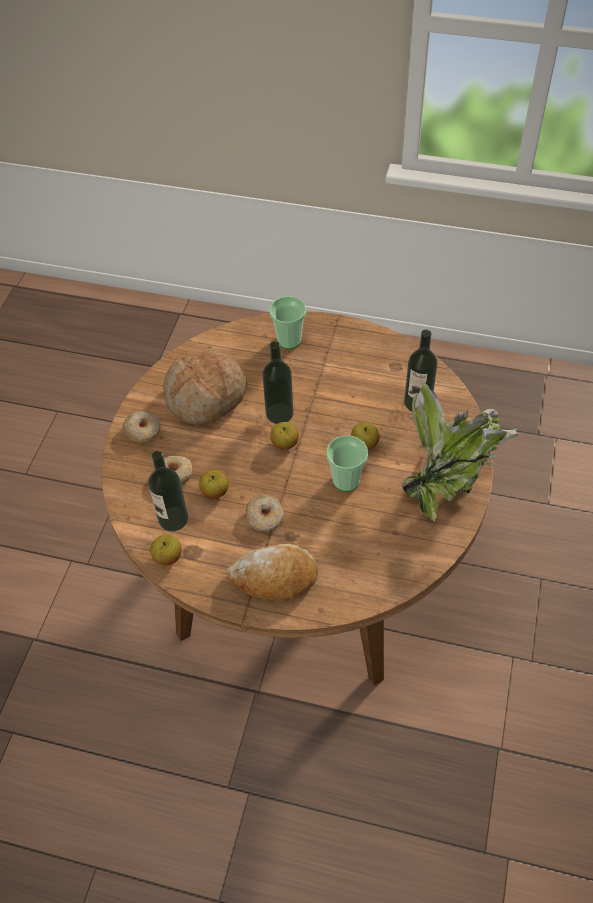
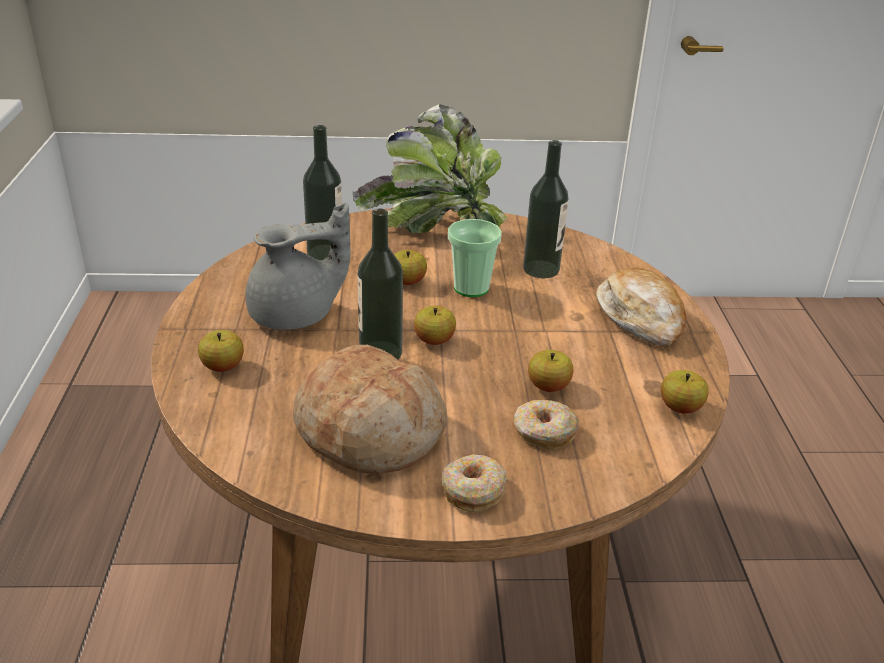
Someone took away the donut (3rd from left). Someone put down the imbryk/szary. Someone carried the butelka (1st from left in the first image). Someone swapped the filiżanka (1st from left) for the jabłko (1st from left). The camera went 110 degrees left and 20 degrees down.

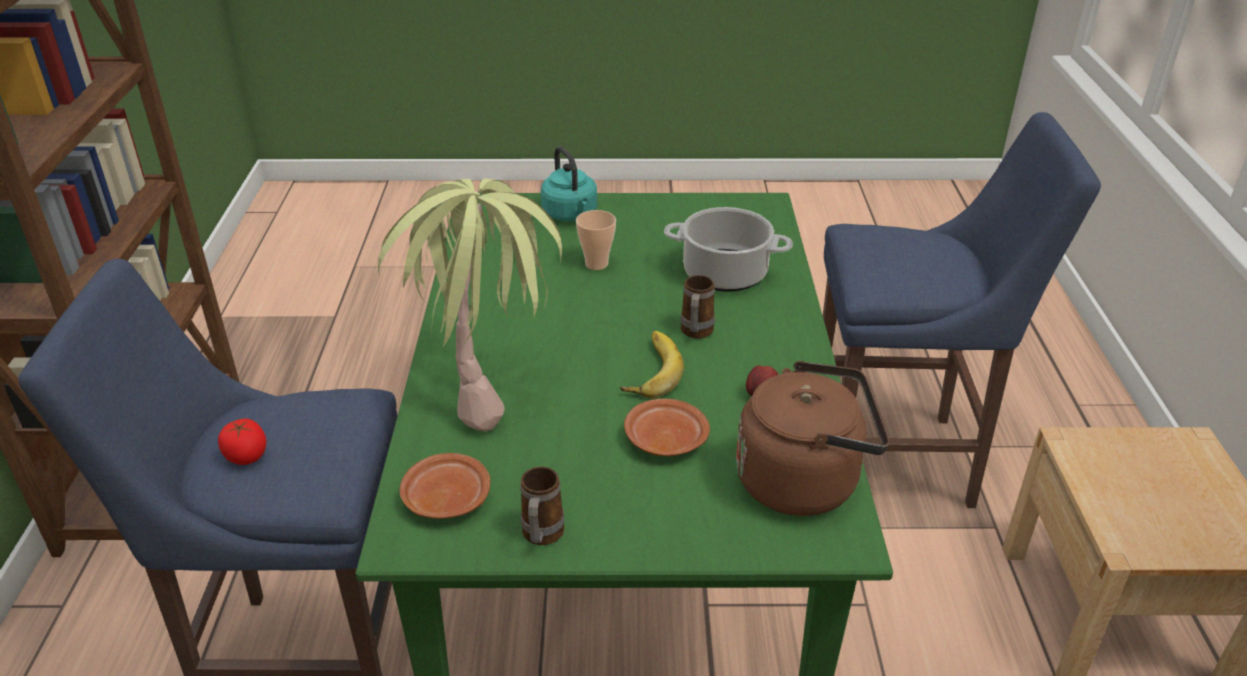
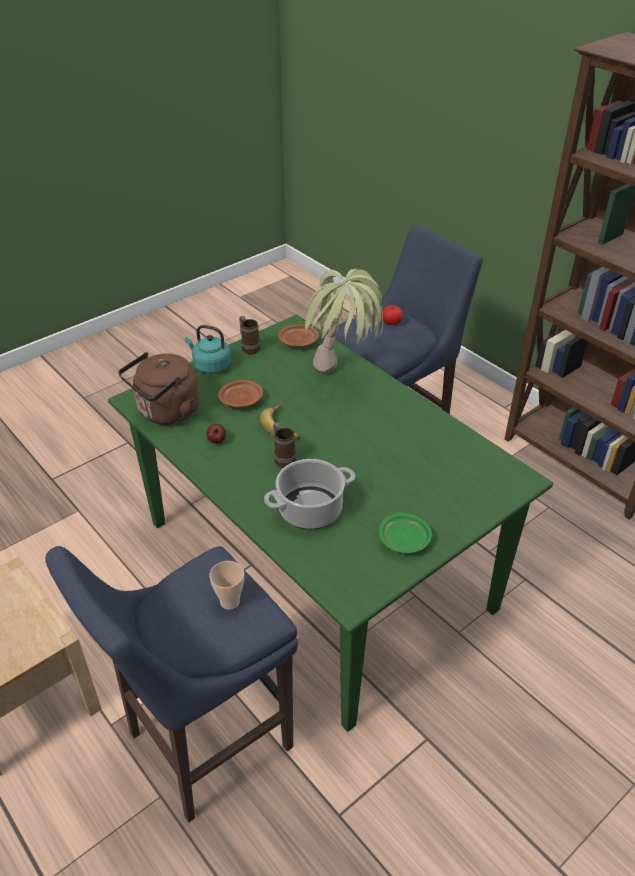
Someone put down the talerz/zielony. Someone carried the czajnik/turkusowy. Someone carried the filiżanka. The camera went 140 degrees right and 5 degrees up.

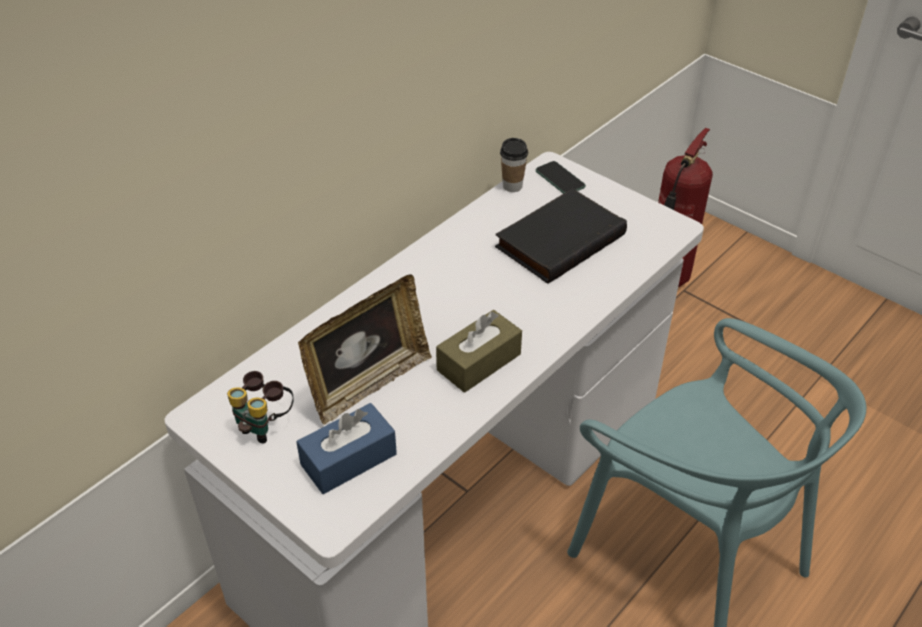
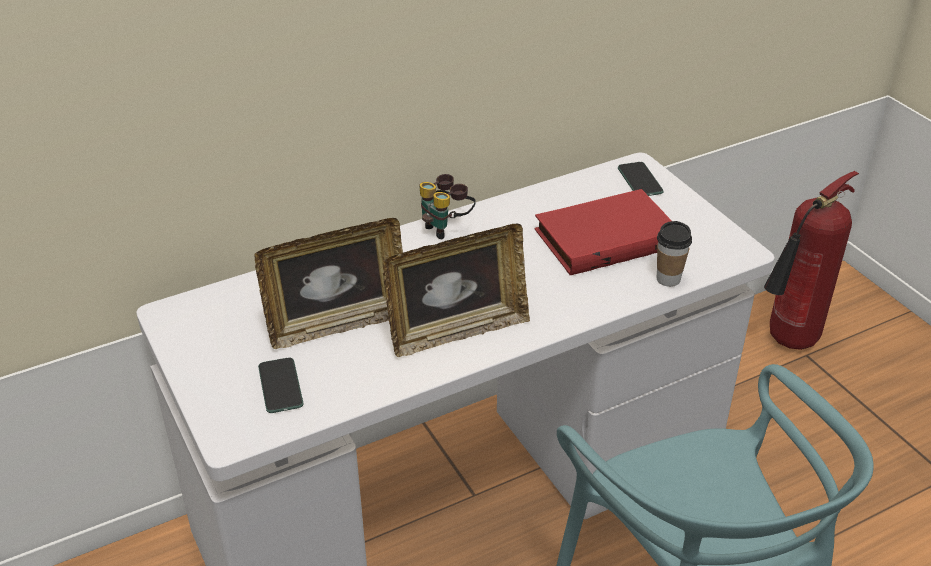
Someone carried the lornetka. Someone carried the filiżanka. Someone swapped the pudełko chusteczek/niebieski for the telefon (1st from left). Someone swapped the pudełko chusteczek/brązowy for the ramka na zdjęcie (2nd from left). Someone repainted the książka/czarny, which became the książka/czerwony. The camera went 20 degrees right and 5 degrees down.

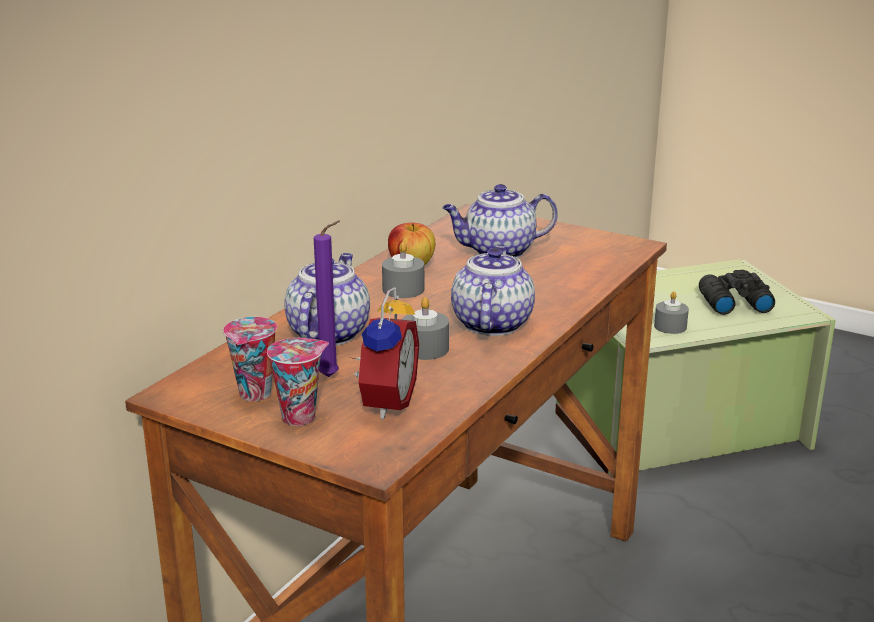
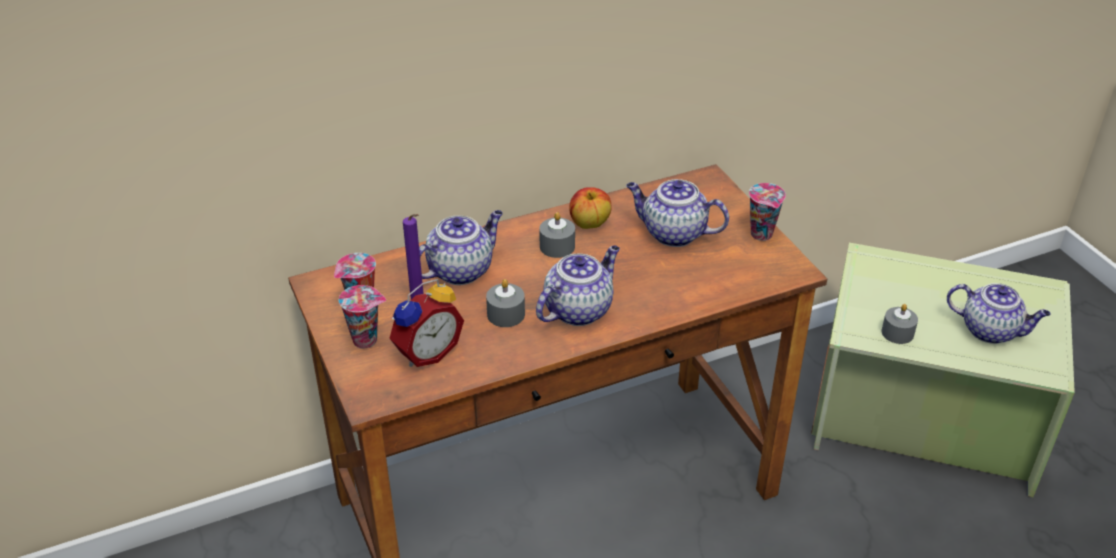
Someone put down the filiżanka (3rd from left). Someone swapped the lornetka/czarny for the imbryk (4th from left). The camera went 35 degrees right and 15 degrees up.

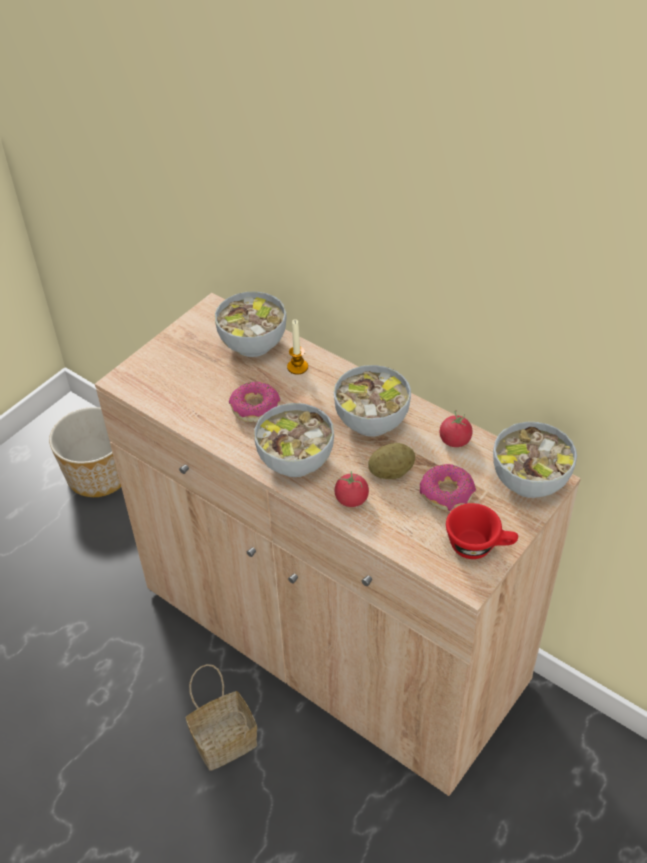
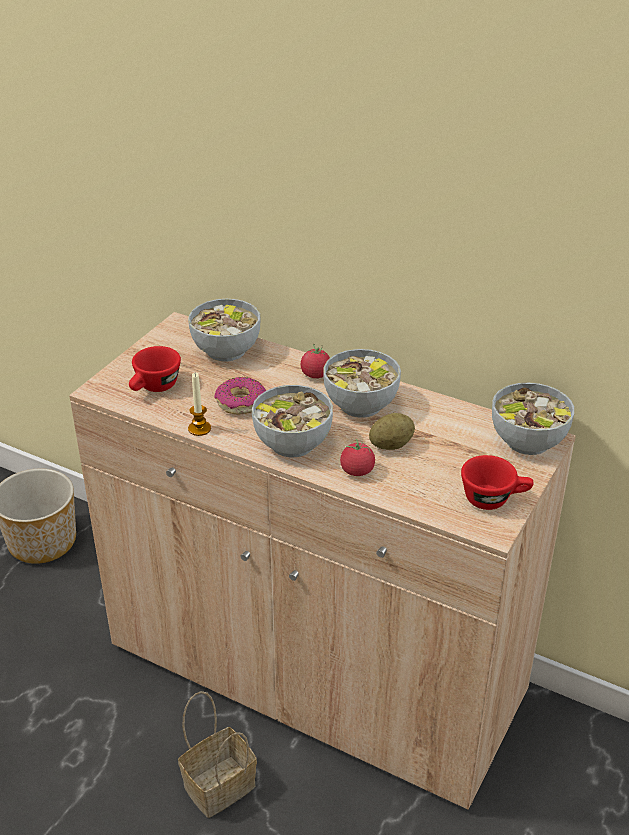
Someone took away the donut (2nd from left). Someone put down the filiżanka/czerwony (1st from left). Someone carried the świeca. Someone carried the pomidor (2nd from left in the first image). The camera went 10 degrees left and 10 degrees down.

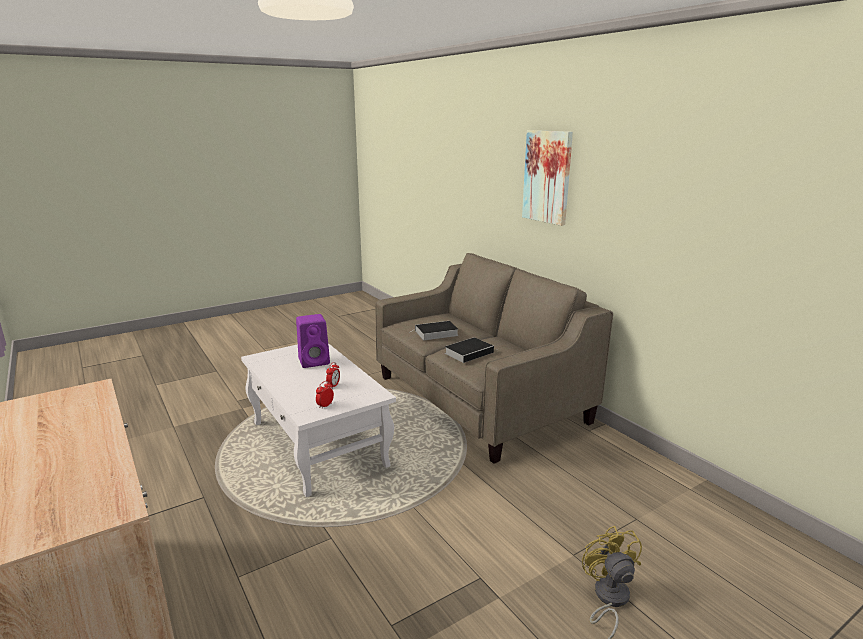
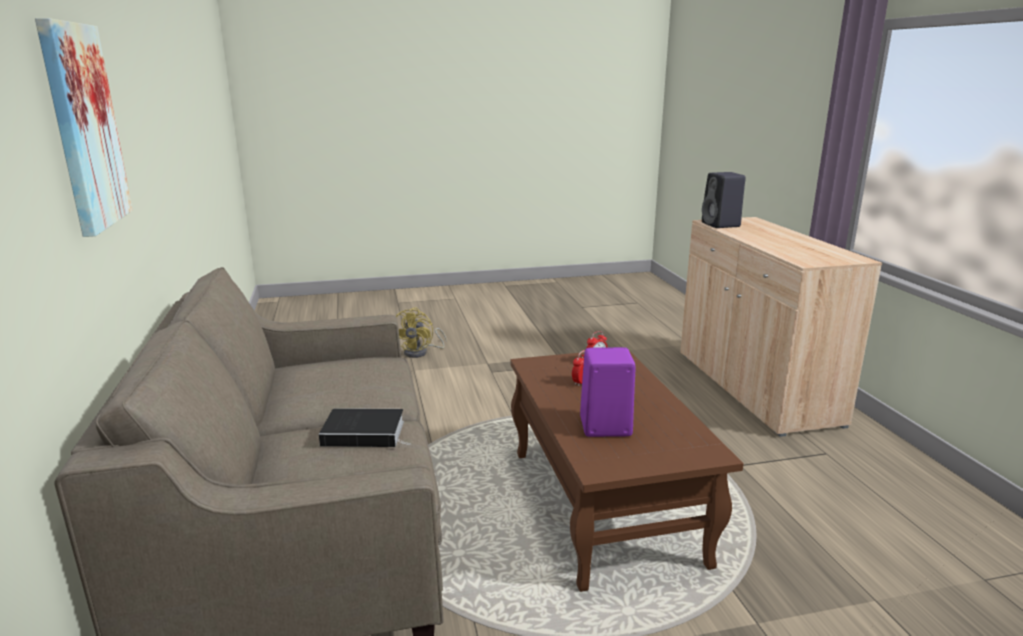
Someone took away the książka (2nd from left). Someone put down the głośnik/czarny. Someone repainted the ława/biały, which became the ława/brązowy. The camera went 160 degrees left and 0 degrees up.

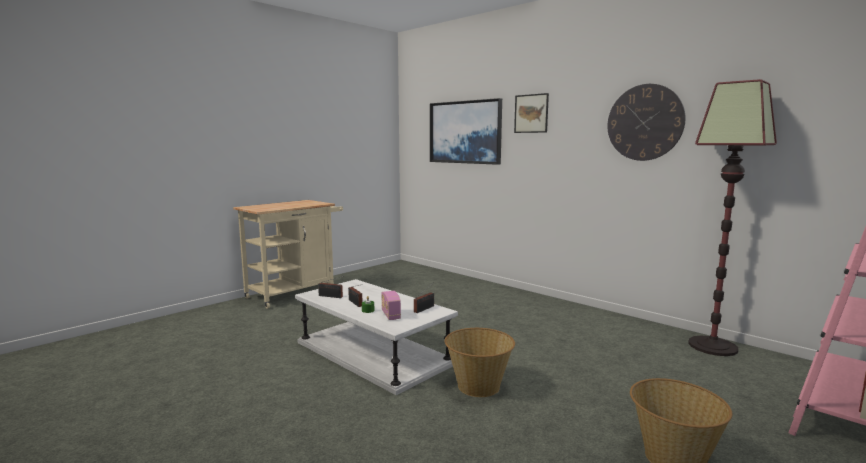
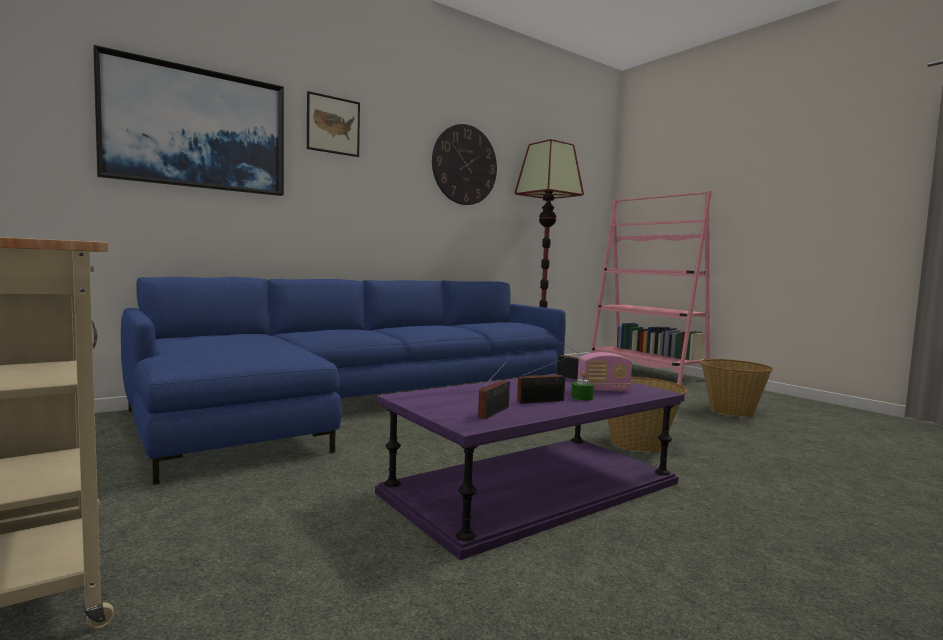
Someone put down the kanapa/niebieski. Someone repainted the ława/biały, which became the ława/fioletowy. The camera went 80 degrees left and 5 degrees down.

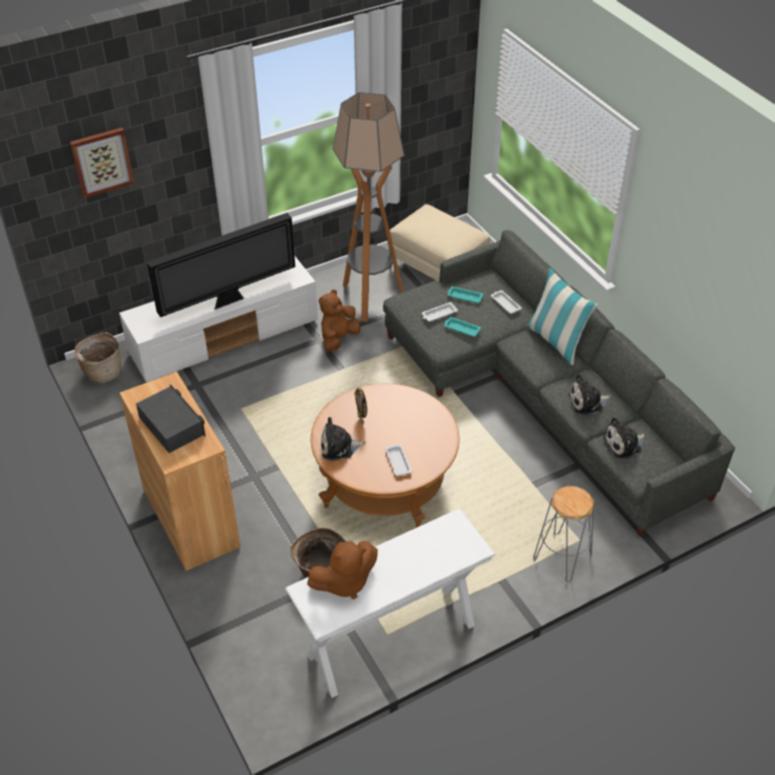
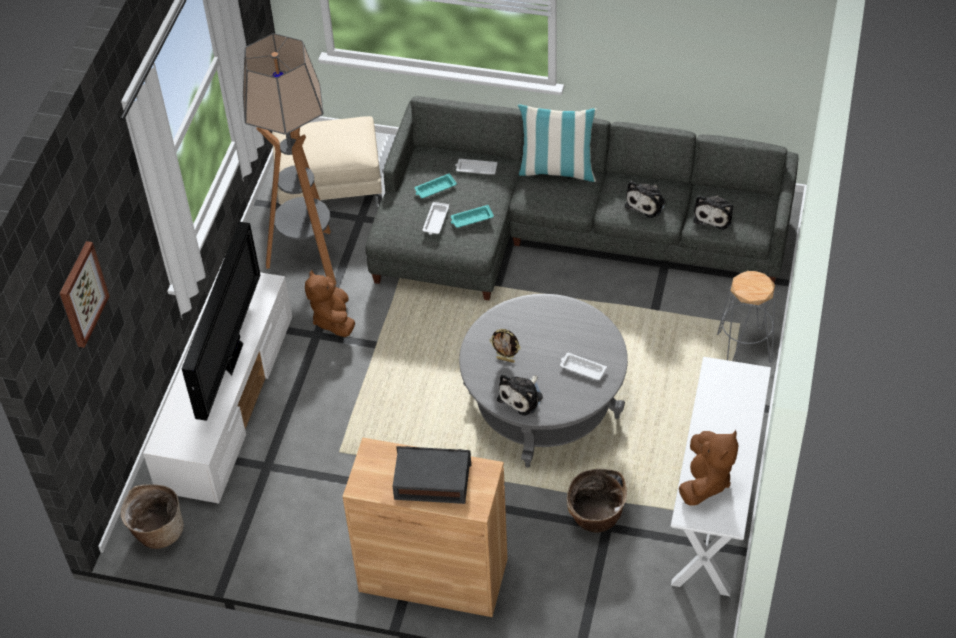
Someone repainted the ława/brązowy, which became the ława/szary. The camera went 45 degrees left and 5 degrees up.

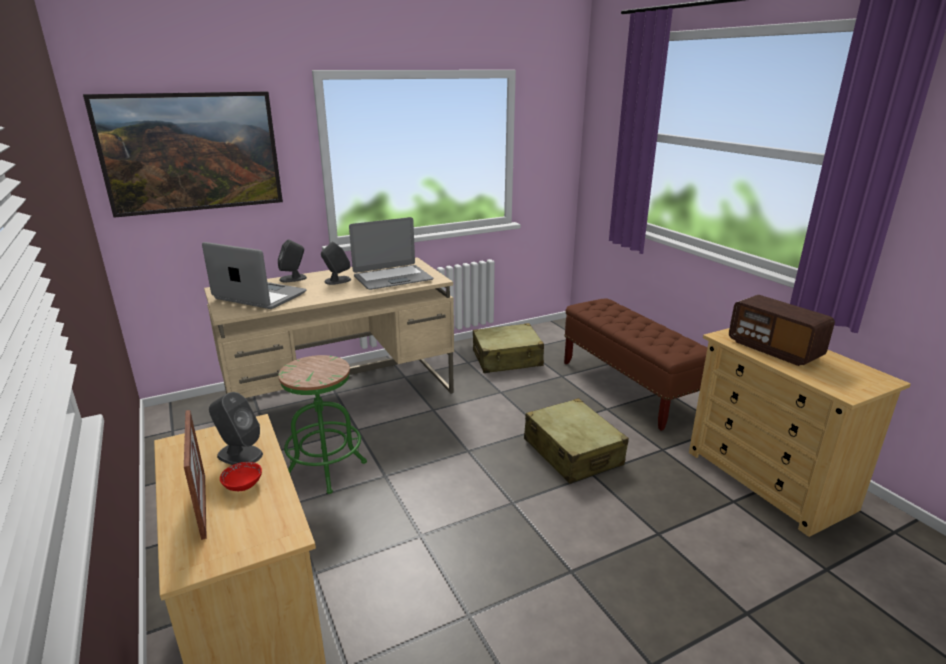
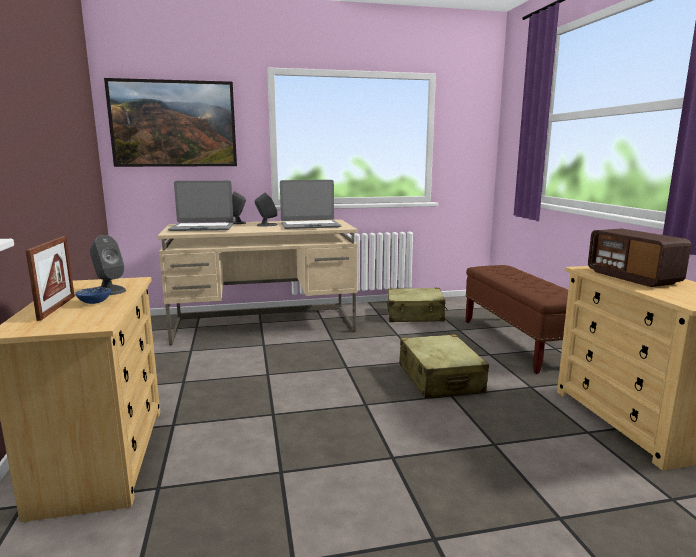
Someone took away the stołek/zielony. Someone repainted the miska/czerwony, which became the miska/niebieski. Someone rotated the laptop (1st from left) by 135 degrees clockwise. The camera went 15 degrees right and 10 degrees down.

